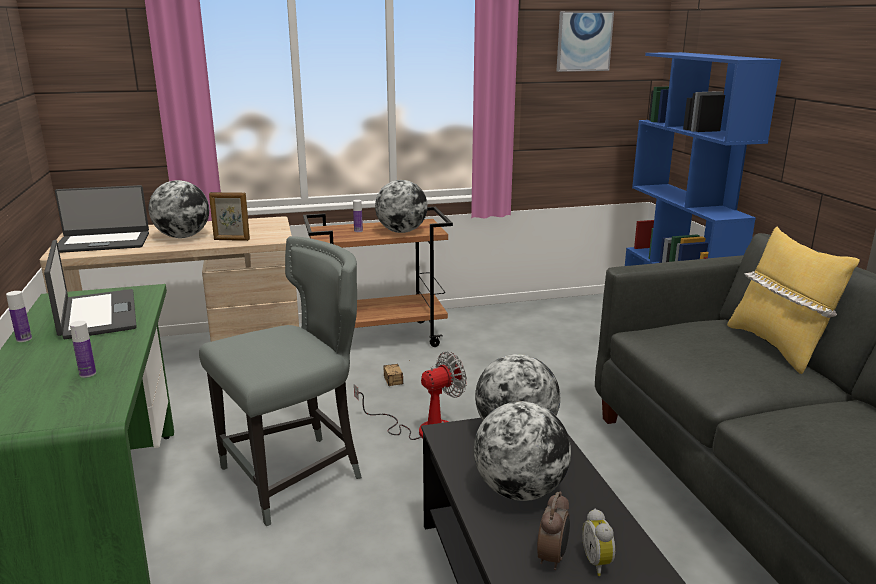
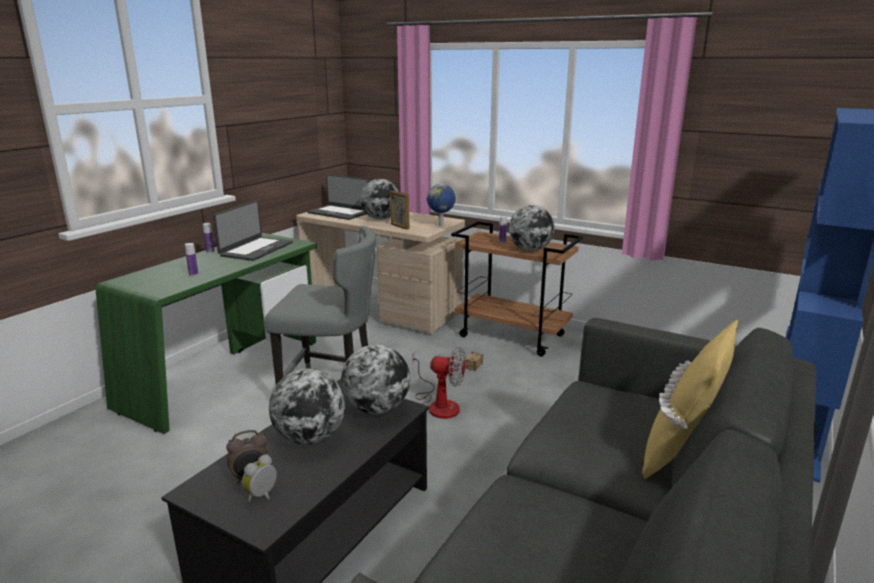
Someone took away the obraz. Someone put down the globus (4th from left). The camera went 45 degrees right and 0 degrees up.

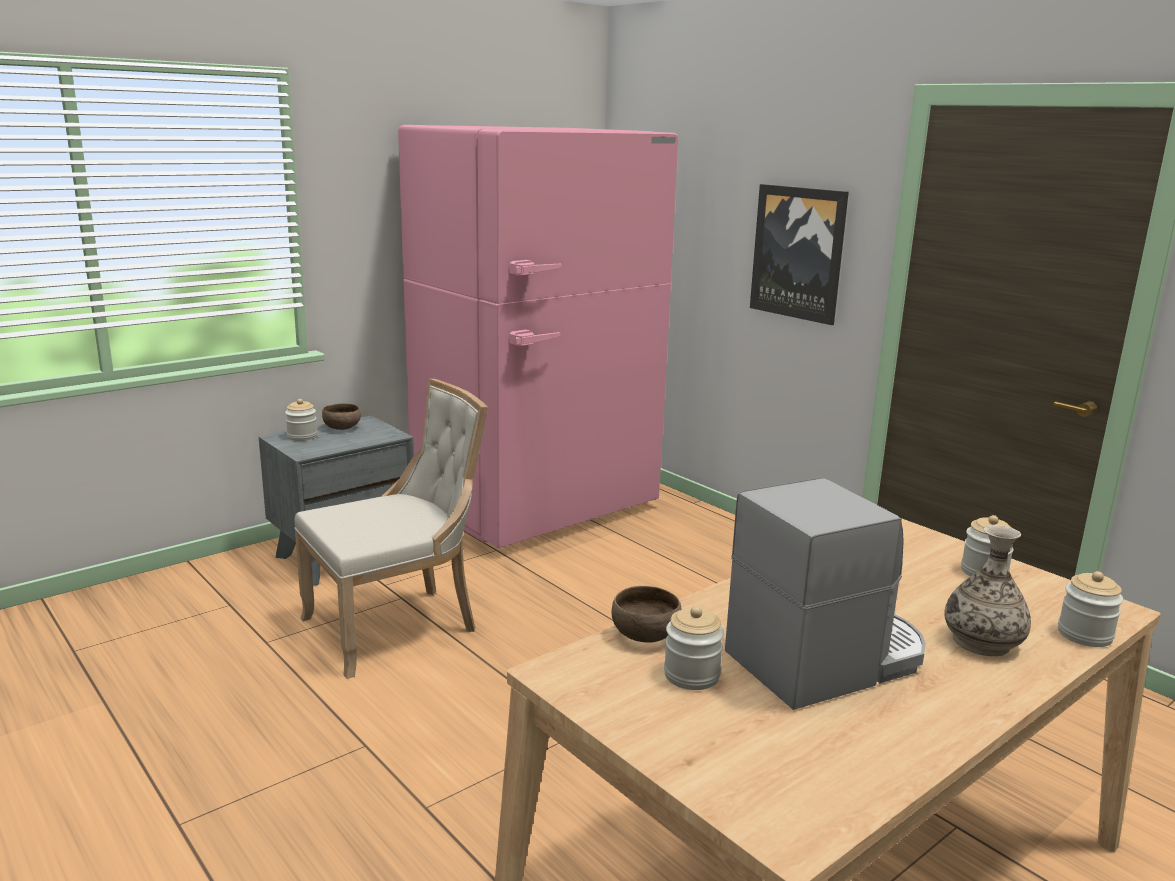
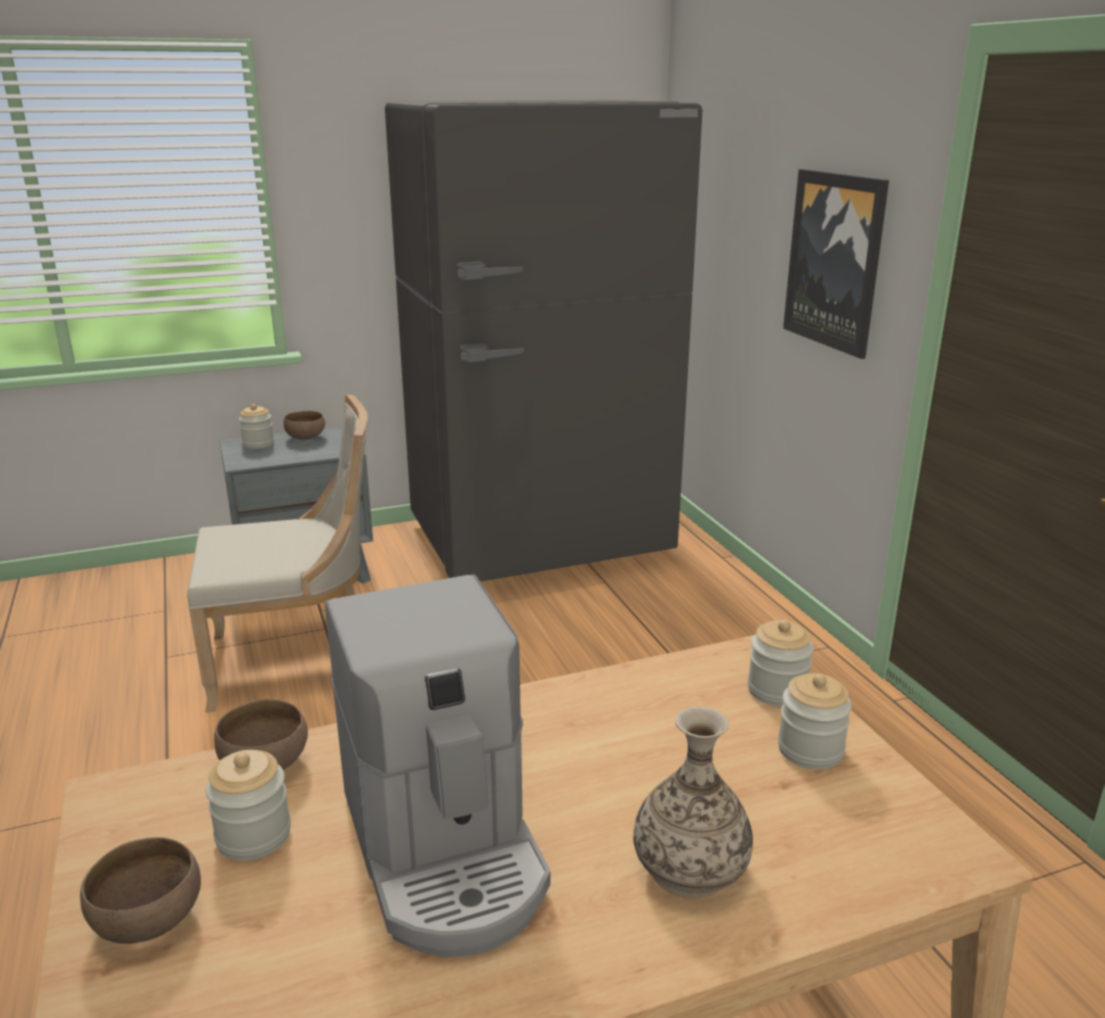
Someone put down the miska/brązowy (1st from left). Someone carried the słoik (4th from left in the first image). Someone repainted the lodówka/różowy, which became the lodówka/szary. Someone rotated the ekspres do kawy by 75 degrees clockwise. The camera went 20 degrees right and 5 degrees up.

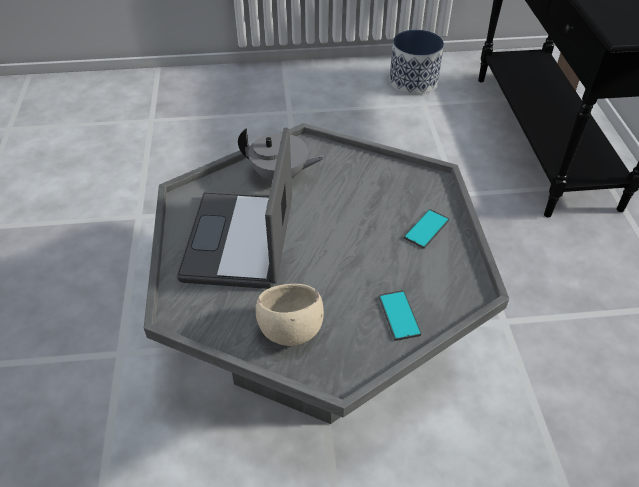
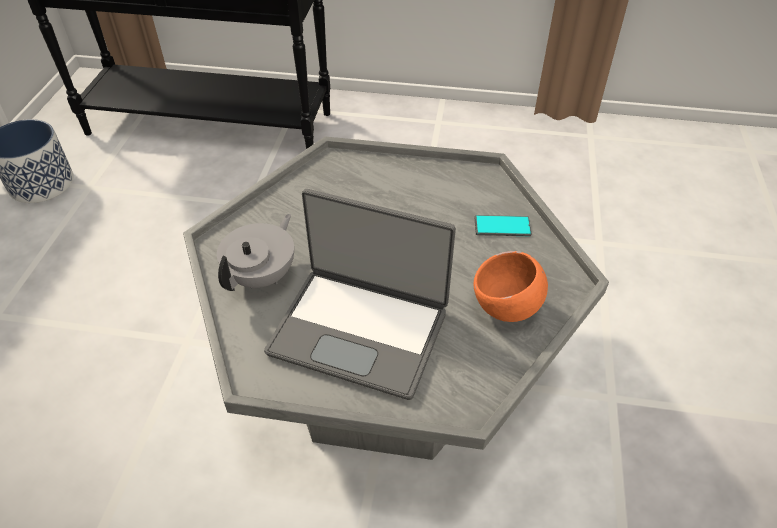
Someone took away the telefon (2nd from left). Someone repainted the miska/beżowy, which became the miska/pomarańczowy. The camera went 75 degrees left and 0 degrees up.

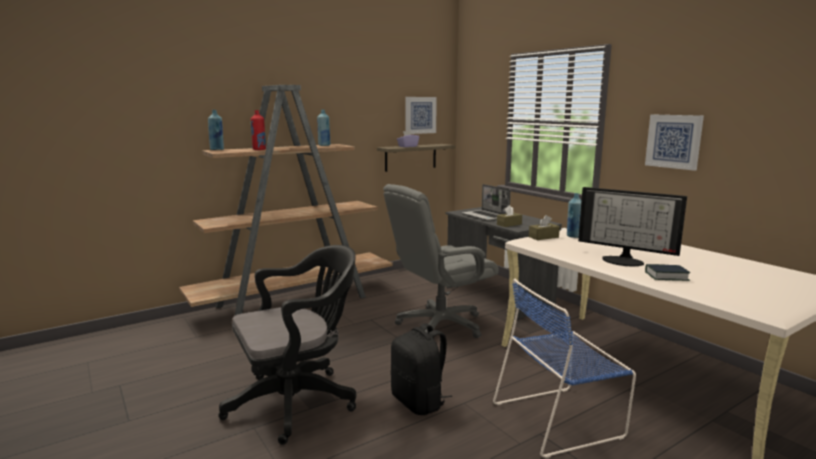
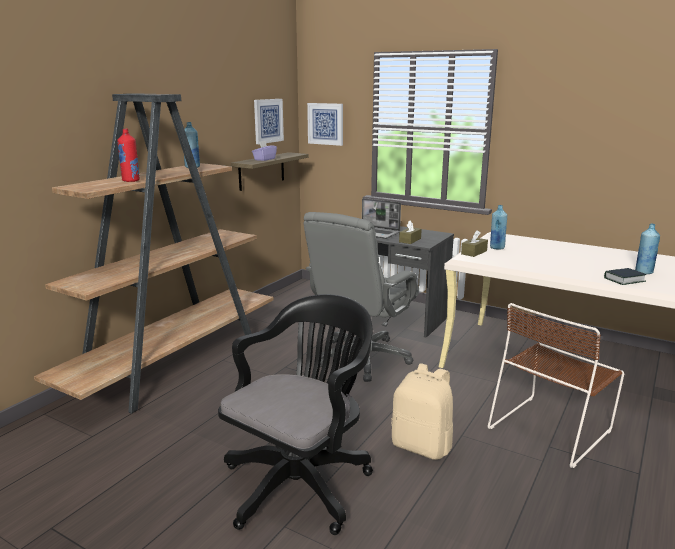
Someone took away the monitor. Someone carried the butelka/niebieski (1st from left in the first image). Someone carried the obraz (2nd from left). Someone repainted the plecak/czarny, which became the plecak/beżowy. Someone repainted the krzesło/niebieski, which became the krzesło/brązowy. The camera went 25 degrees left and 5 degrees up.

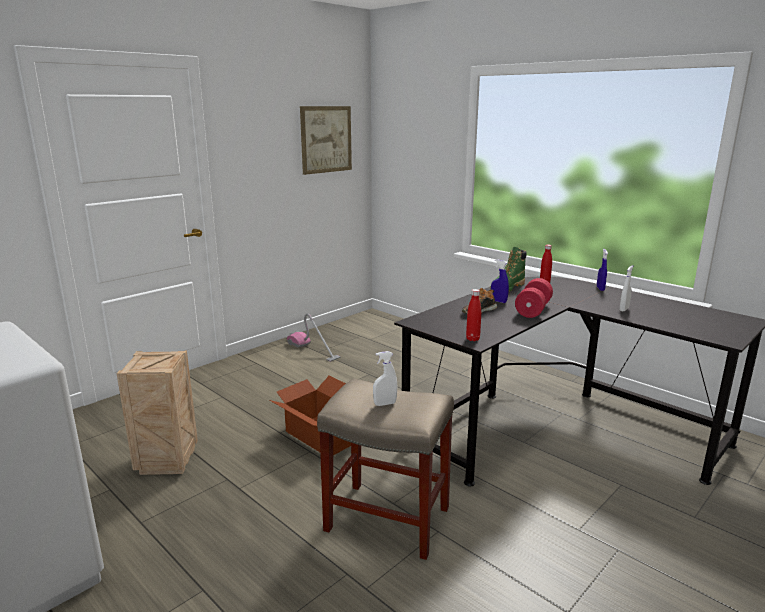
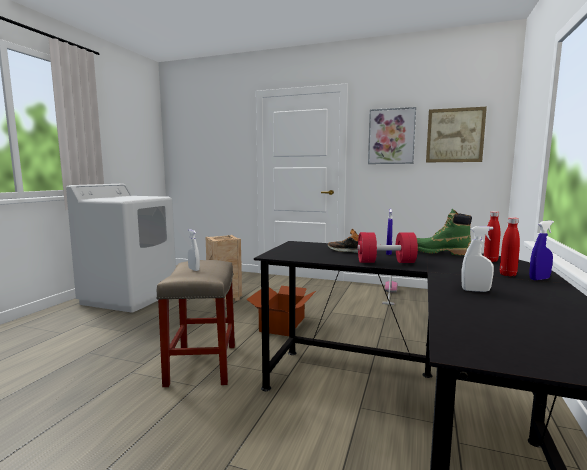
Someone put up the obraz (1st from left). Someone carried the butelka/czerwony (1st from left in the first image). The camera went 65 degrees right and 10 degrees down.

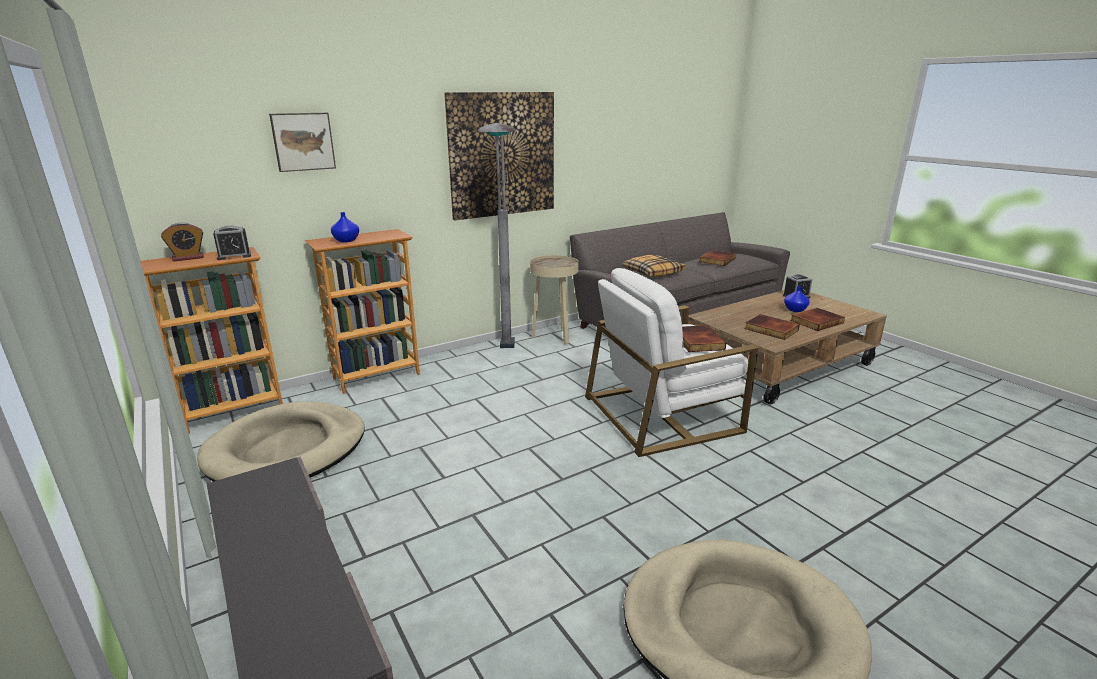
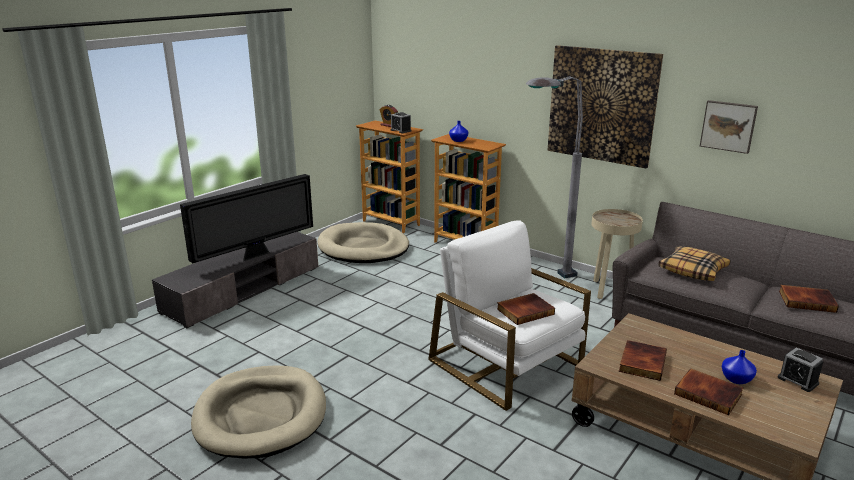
Someone put down the telewizor. Someone carried the obraz (1st from left in the first image). The camera went 70 degrees right and 0 degrees up.

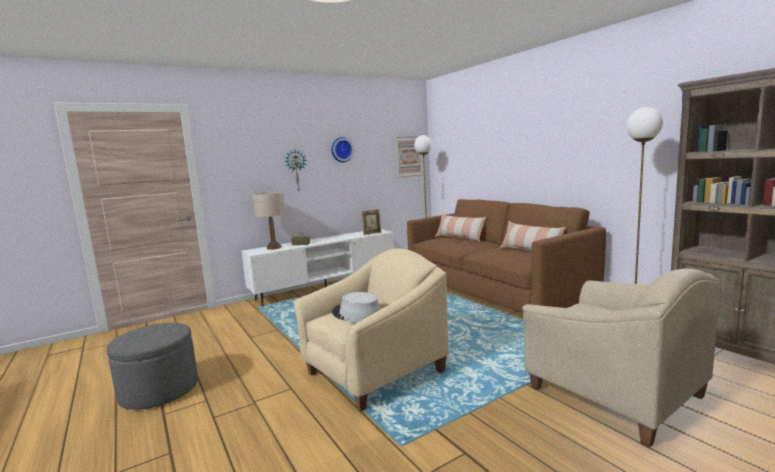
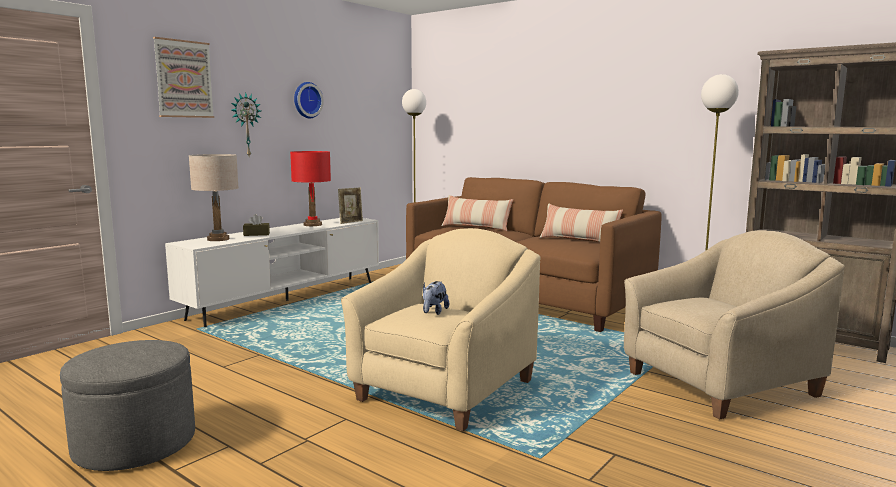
Someone put down the lampa stołowa/czerwony. Someone carried the obraz. Someone swapped the kapelusz/szary for the pluszak. Someone rotated the fotel/beżowy (2nd from left) by 60 degrees counterclockwise. The camera went 20 degrees left and 0 degrees up.

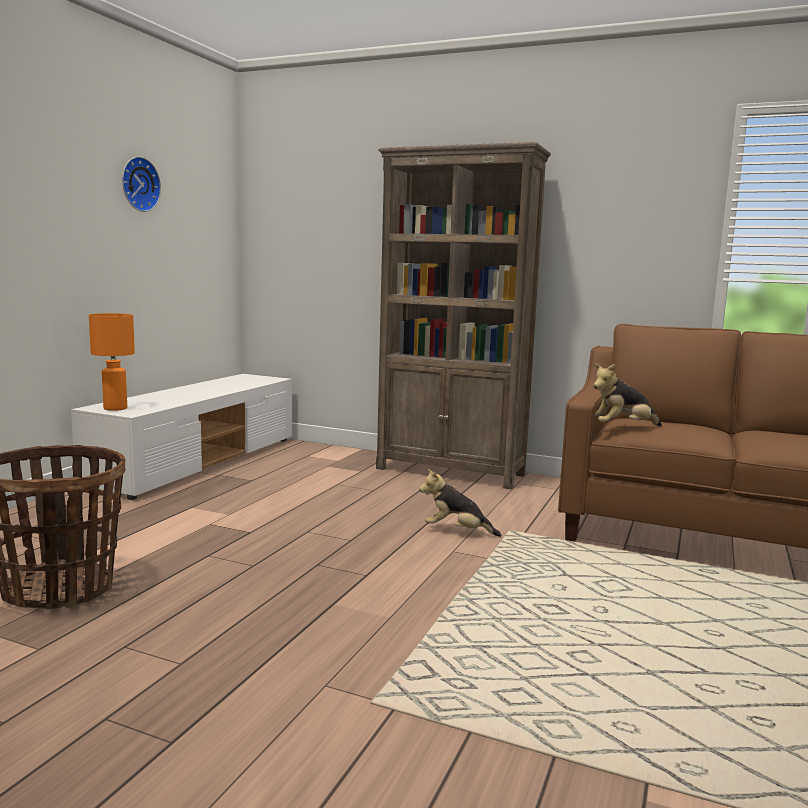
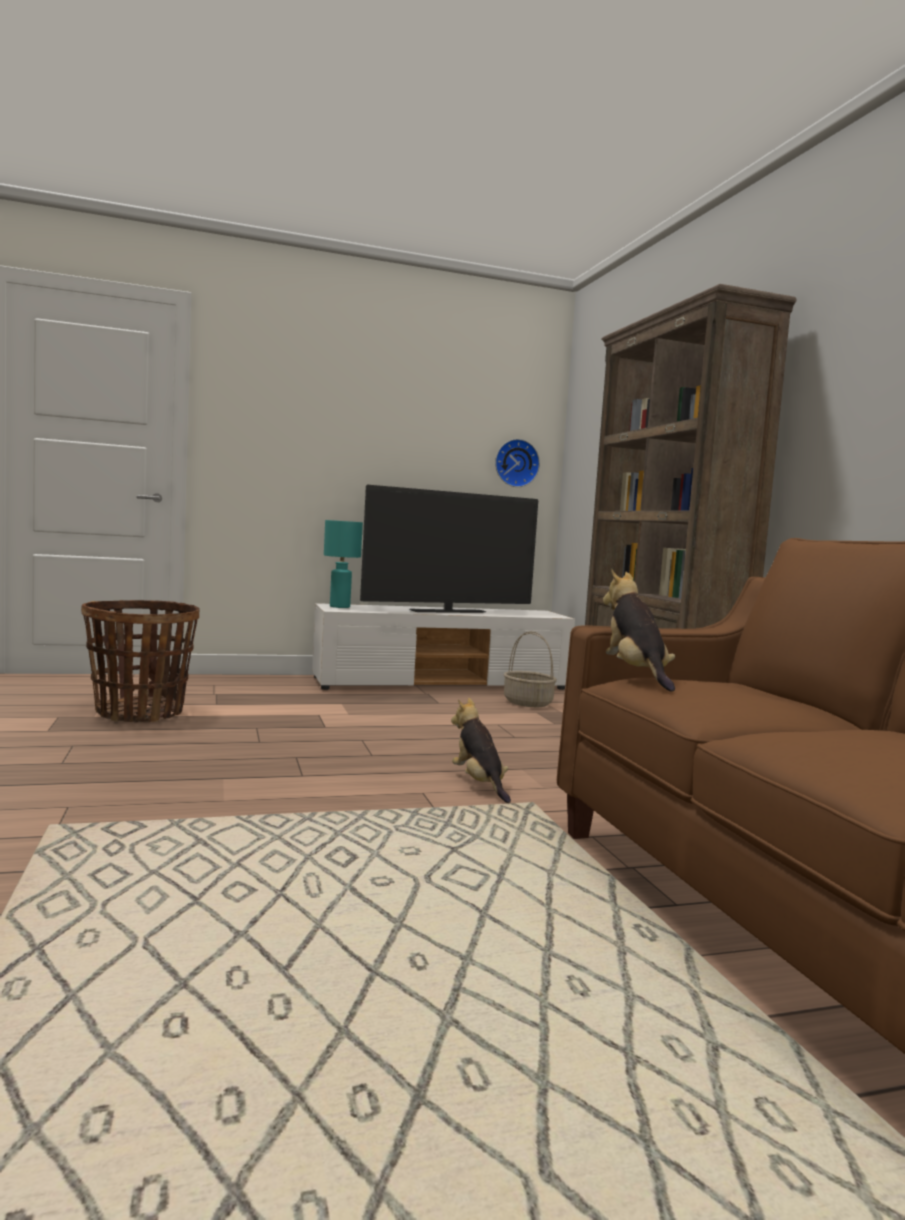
Someone put down the telewizor. Someone put down the koszyk (2nd from left). Someone carried the zegar ścienny. Someone repainted the lampa stołowa/pomarańczowy, which became the lampa stołowa/turkusowy. Someone rotated the pluszak (2nd from left) by 45 degrees clockwise. The camera went 50 degrees right and 5 degrees down.

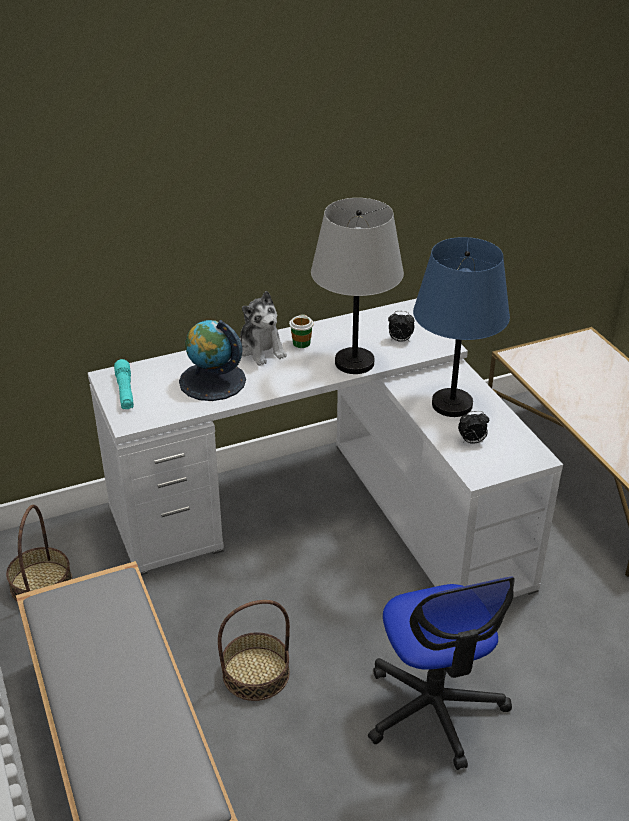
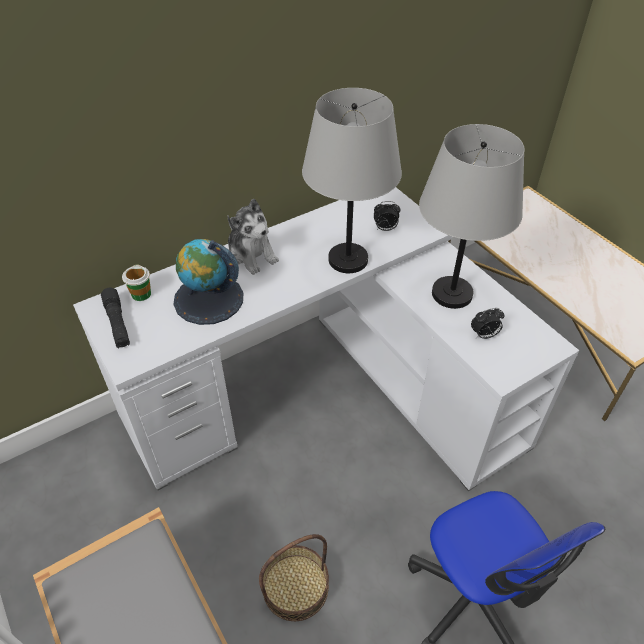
Someone took away the koszyk (1st from left). Someone carried the filiżanka. Someone repainted the latarka/turkusowy, which became the latarka/czarny. Someone repainted the lampa stołowa/niebieski, which became the lampa stołowa/szary (2nd from left). The camera went 10 degrees left and 10 degrees up.

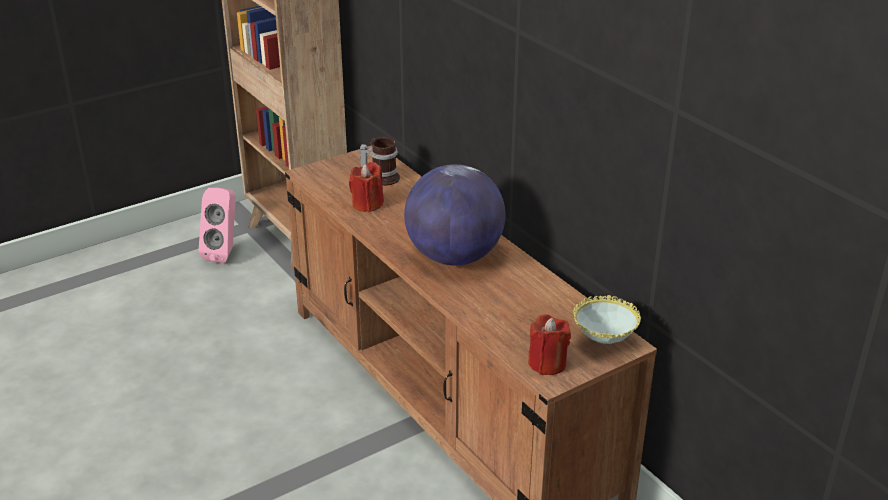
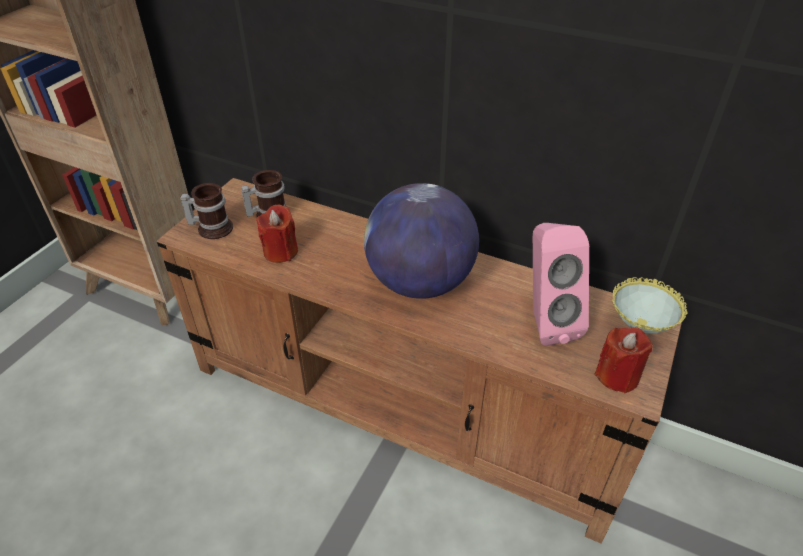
Someone put down the kubek (1st from left). Someone carried the głośnik/różowy. The camera went 30 degrees left and 10 degrees up.

